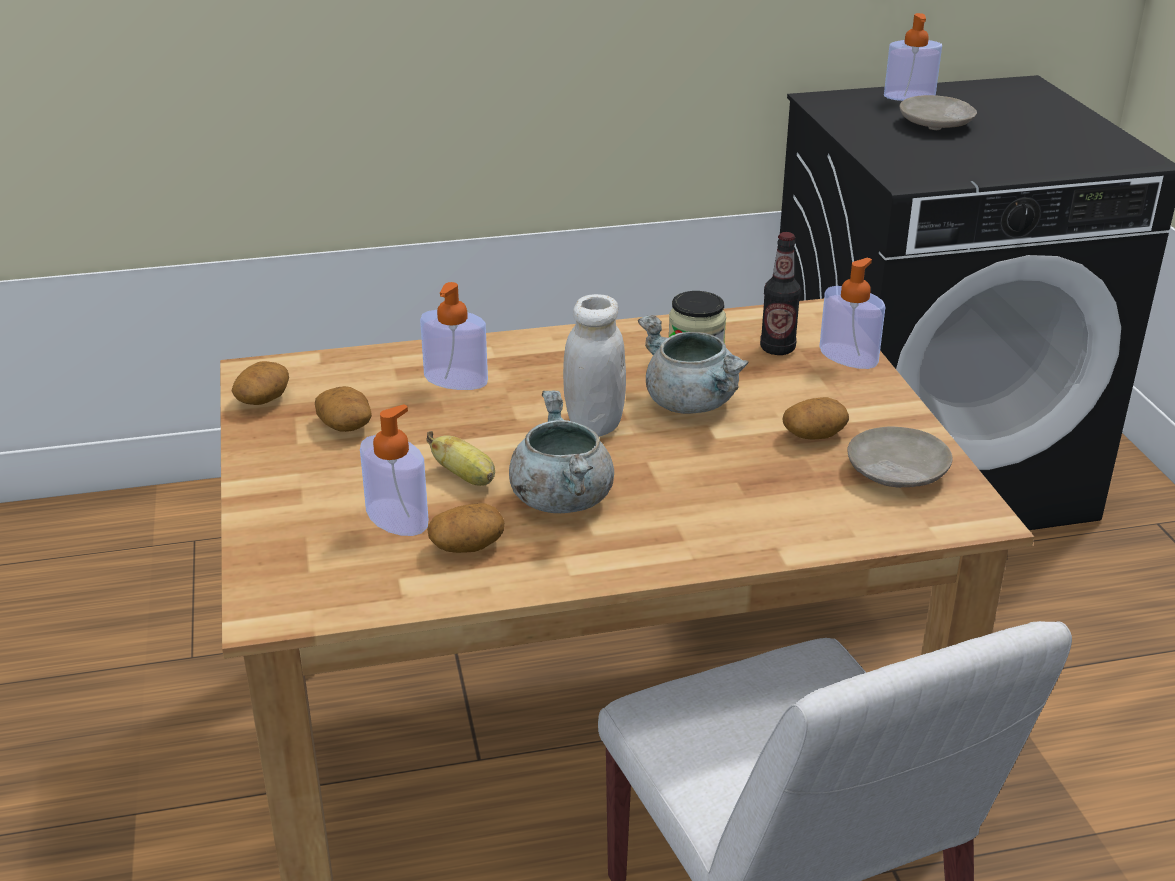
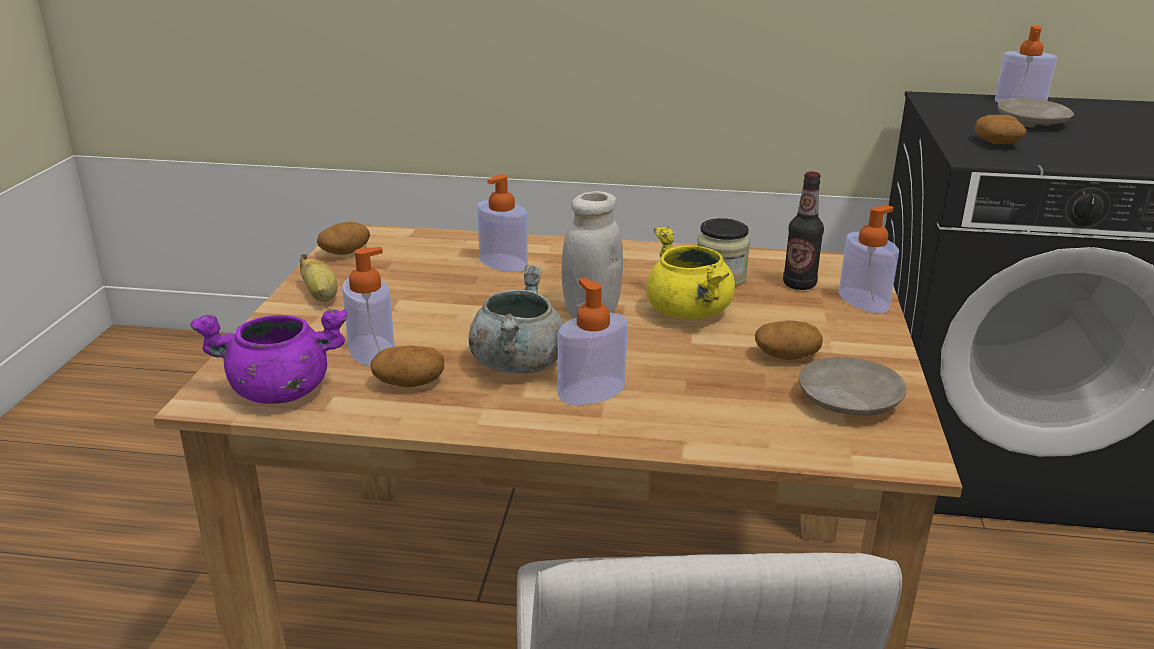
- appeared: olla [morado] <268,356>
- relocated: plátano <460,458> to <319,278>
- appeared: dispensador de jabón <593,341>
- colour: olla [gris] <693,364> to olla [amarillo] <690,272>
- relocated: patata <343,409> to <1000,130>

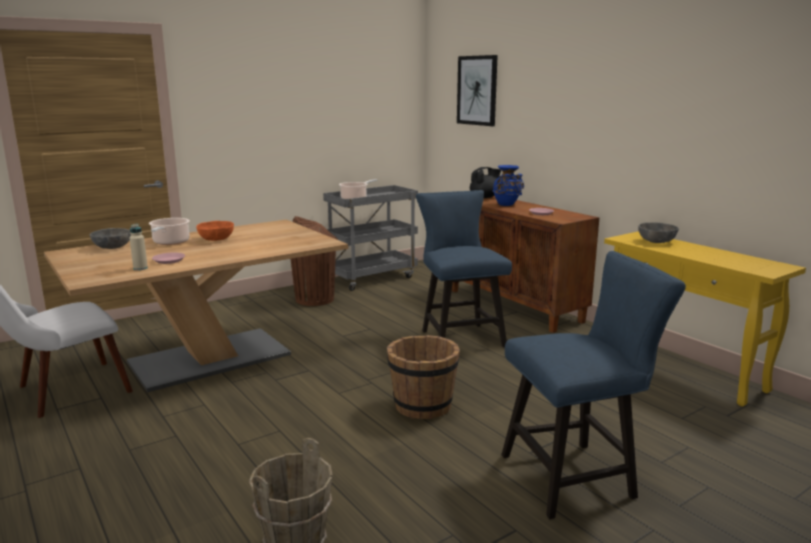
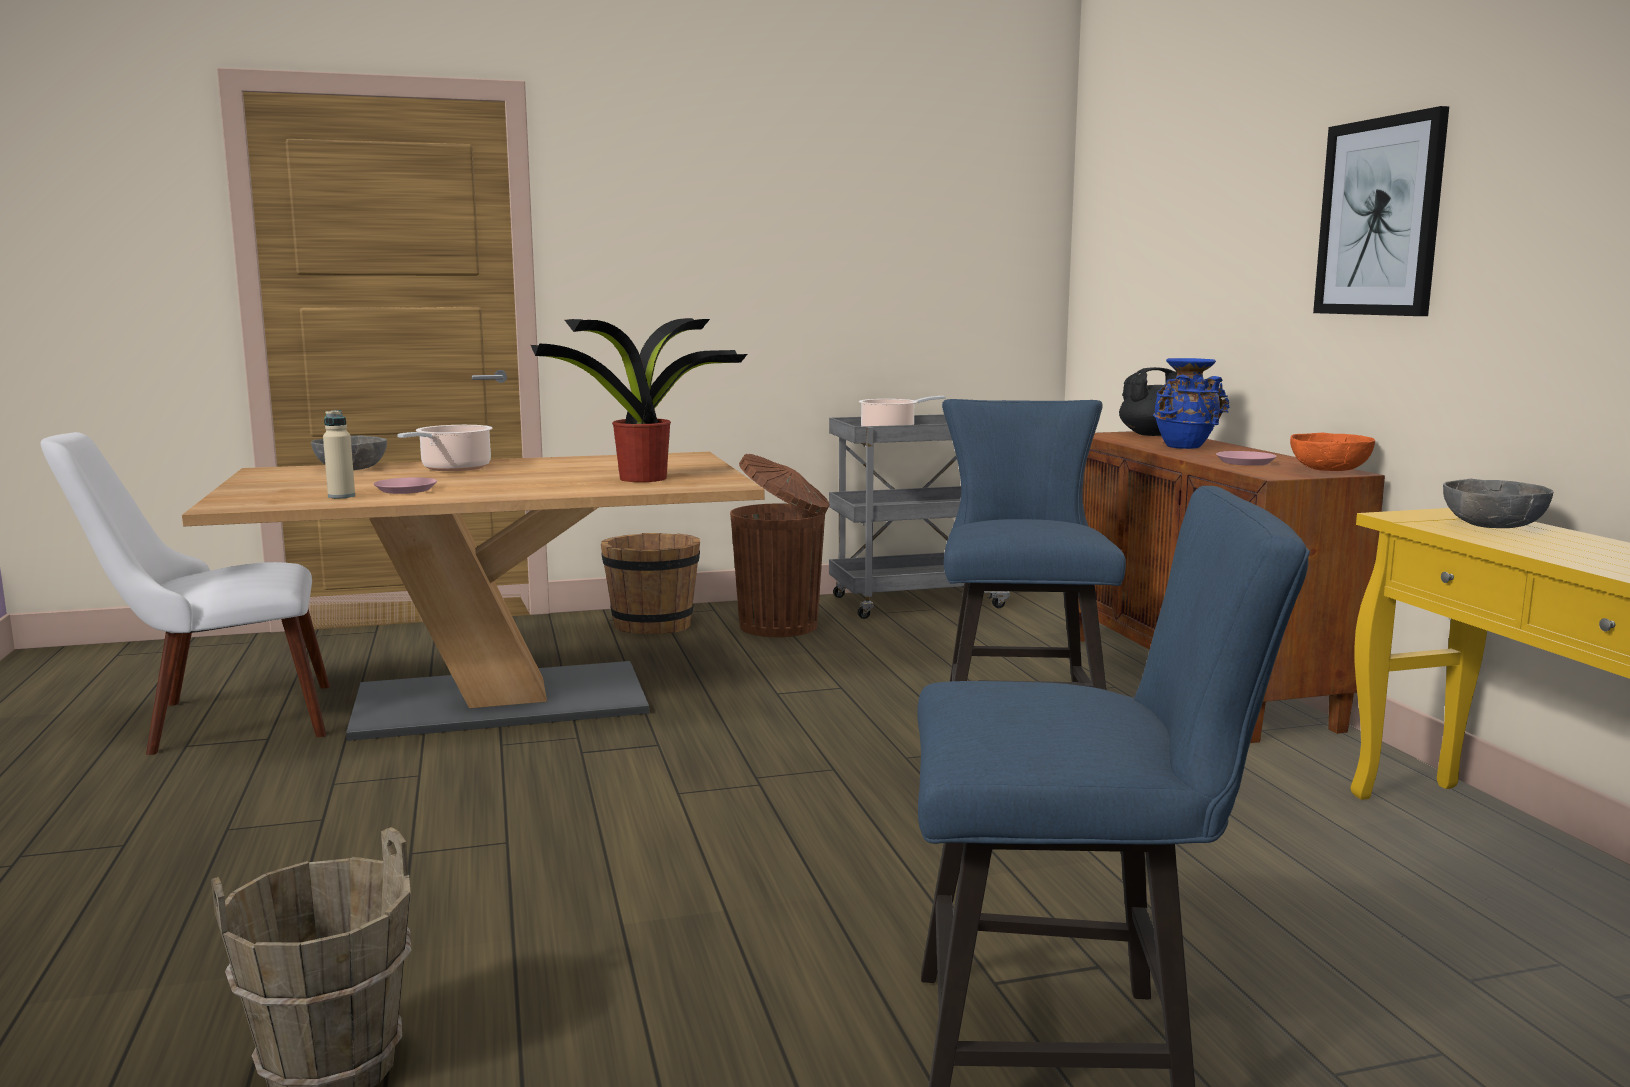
- appeared: planta en maceta <639,400>
- relocated: cubo [marrón] <423,377> to <650,583>
- relocated: cuenco [naranja] <215,231> to <1332,451>
- relocated: cuadro <477,90> to <1381,211>

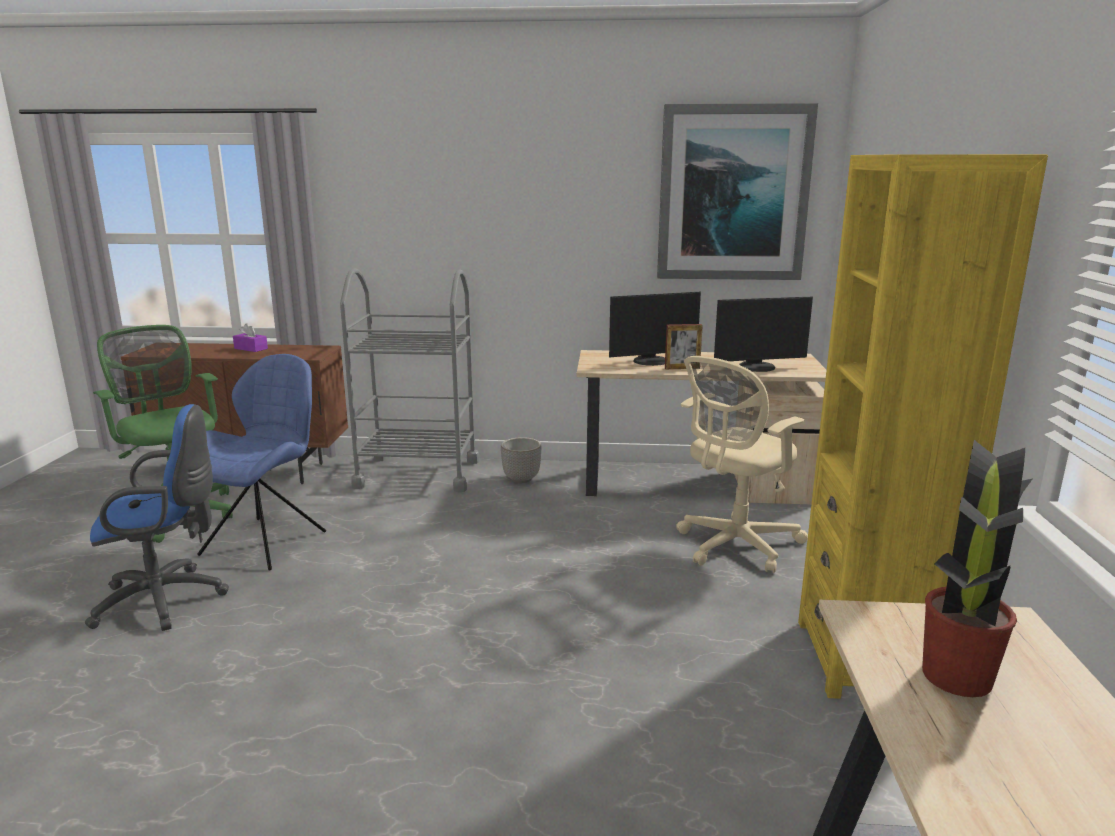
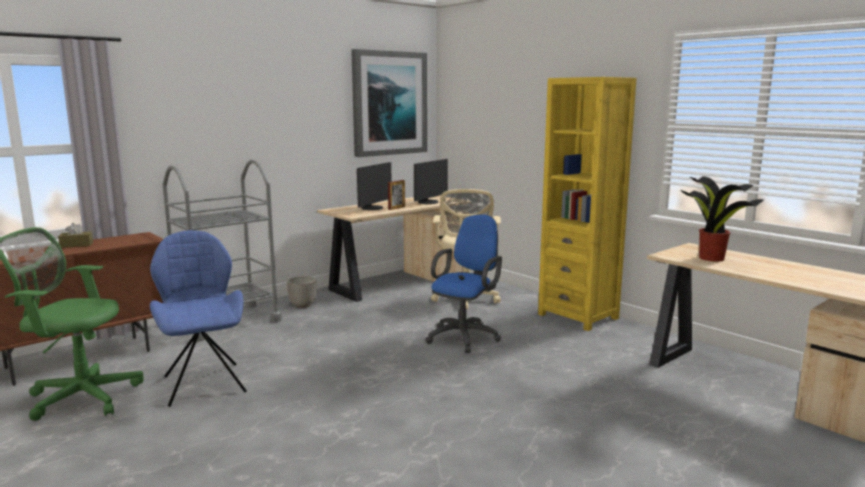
- colour: caja de pañuelos [morado] <250,338> to caja de pañuelos [marrón] <75,235>
- relocated: silla de oficina [azul] <157,517> to <463,284>

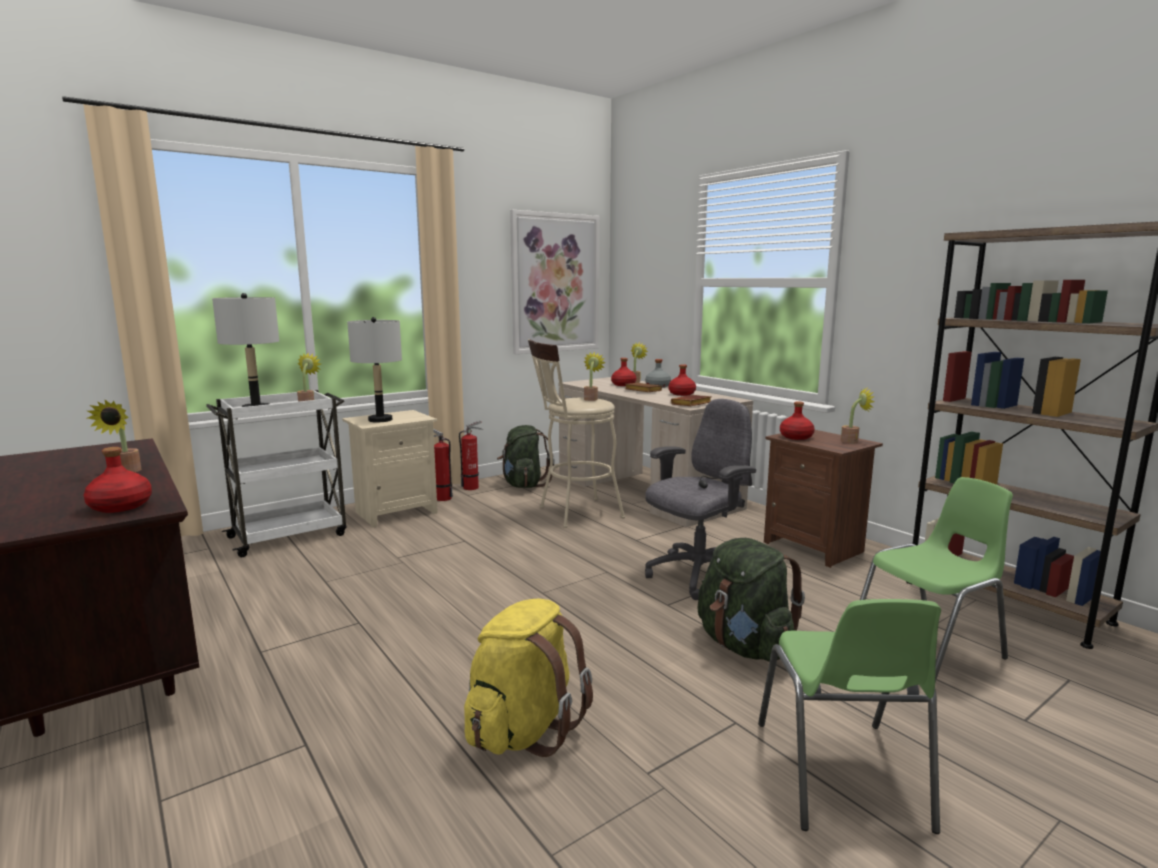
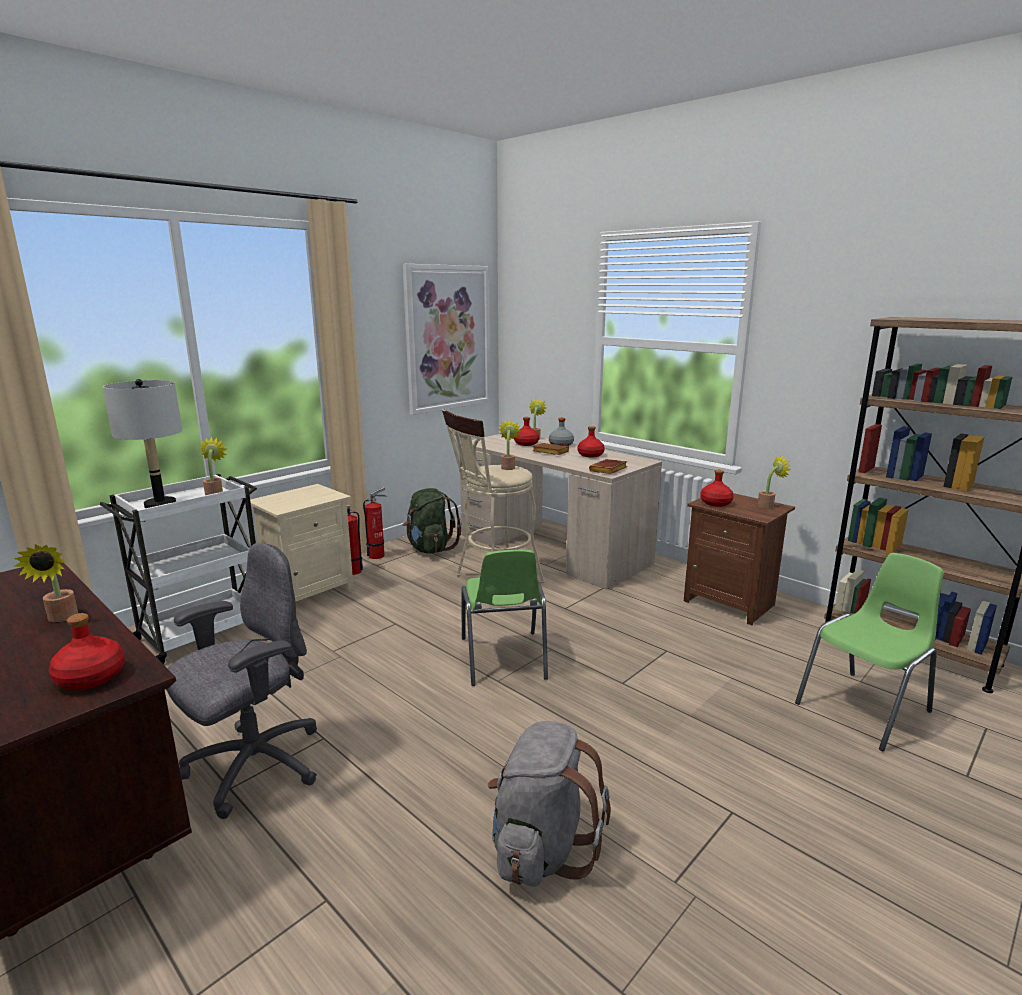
- relocated: silla de oficina [gris] <700,499> to <241,681>
- relocated: silla [verde] <849,716> to <505,618>
- colour: mochila [amarillo] <528,678> to mochila [gris] <549,804>
- missing: lámpara de mesa [gris] <374,369>
- missing: mochila [verde] <751,600>

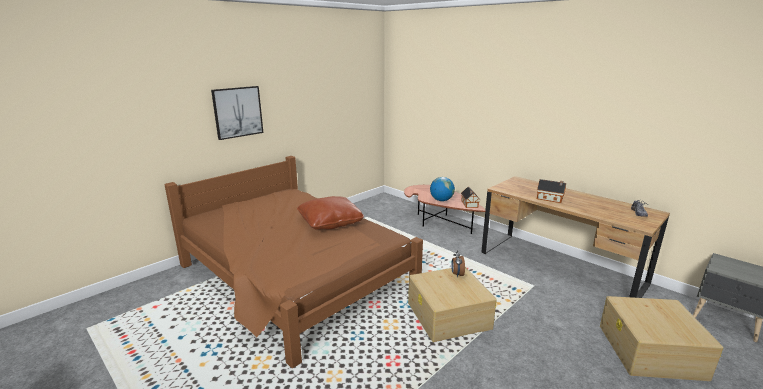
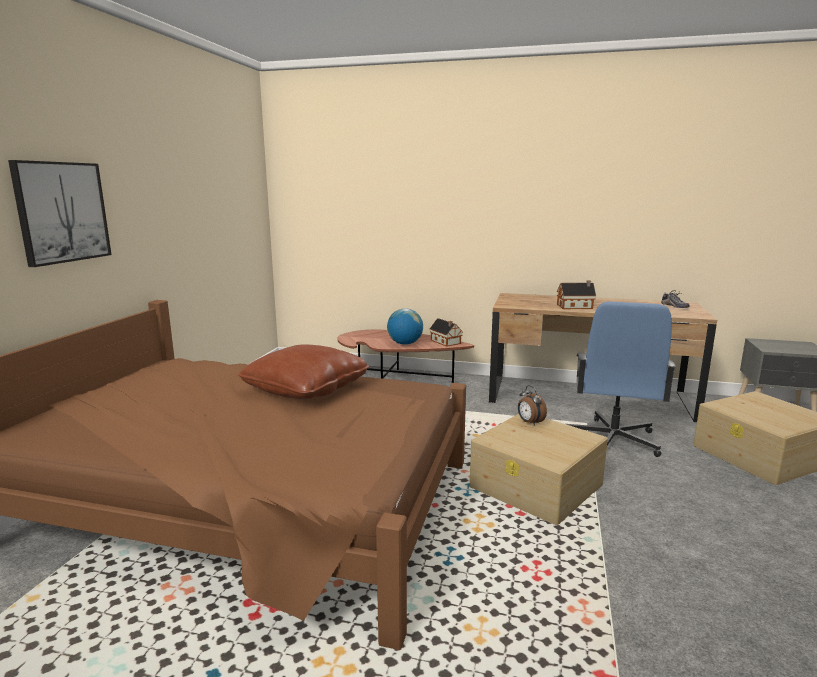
- appeared: silla de oficina [azul] <621,379>

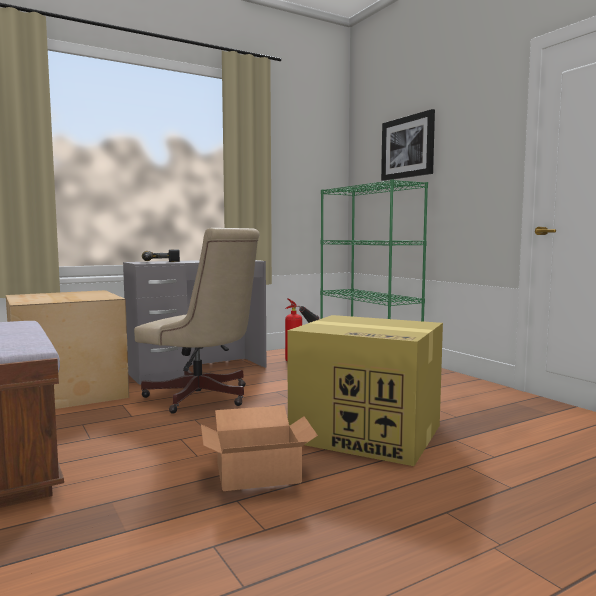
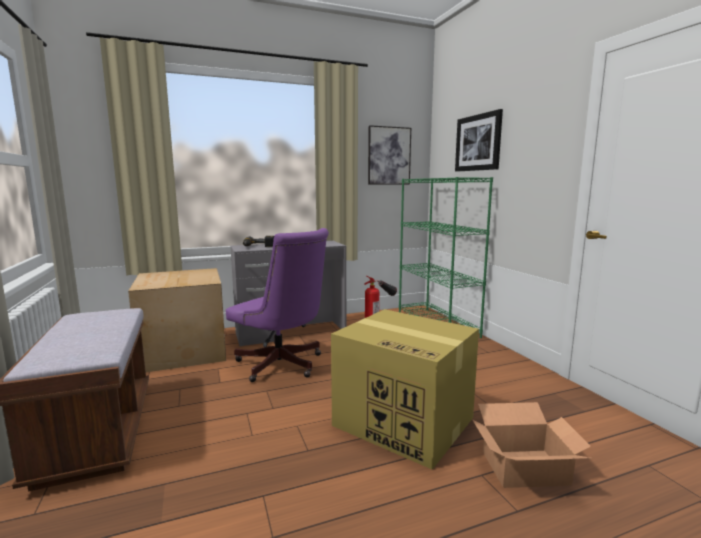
- colour: silla de oficina [beis] <197,321> to silla de oficina [morado] <277,305>
- appeared: cuadro <389,155>
- relocated: caja de cartón <259,448> to <532,445>

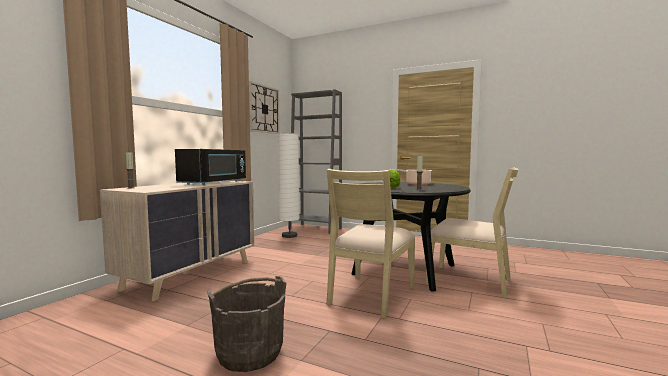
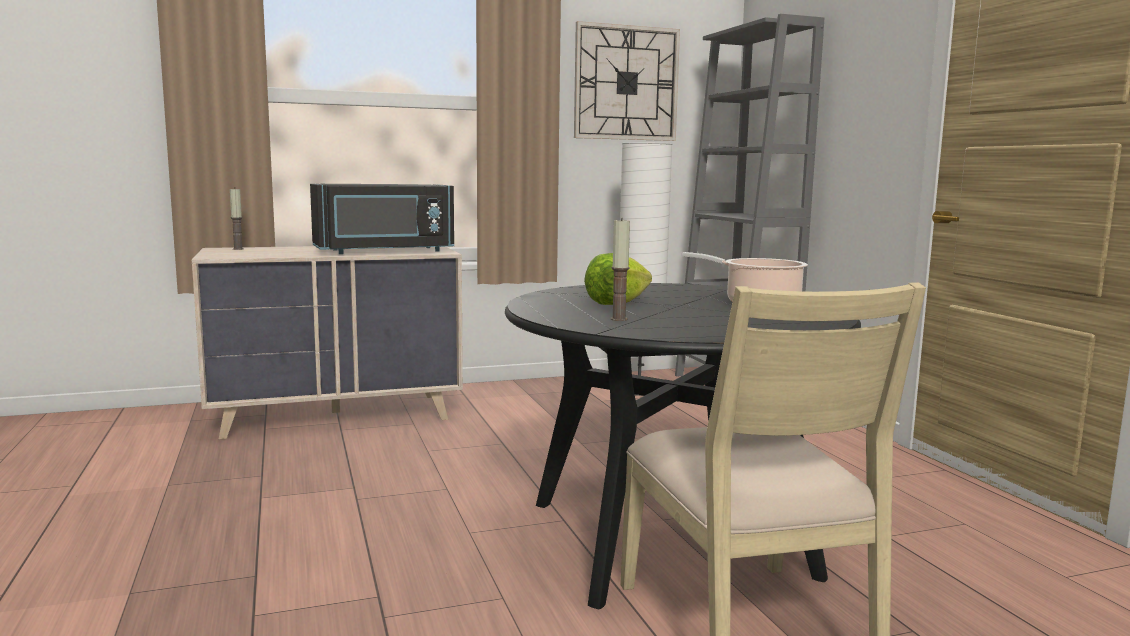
- missing: cubo [gris] <246,324>
- missing: silla [beis] <371,244>

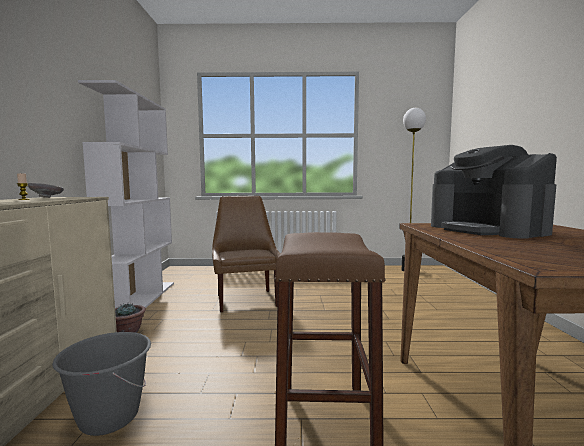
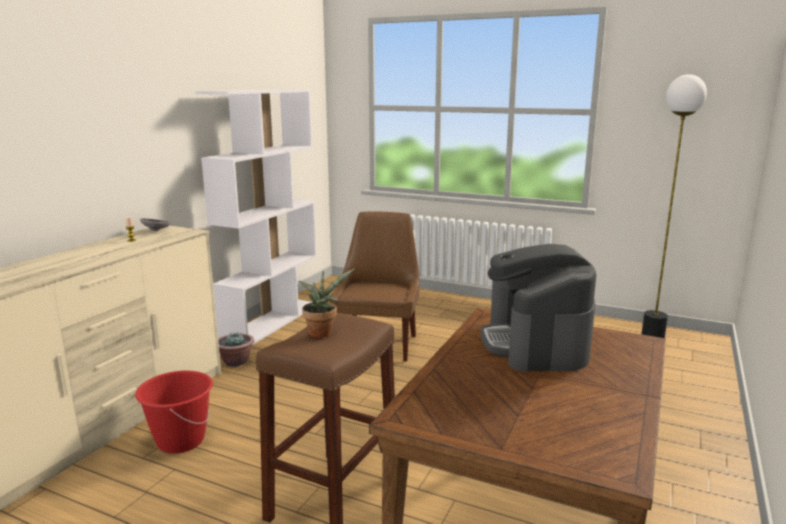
- colour: cubo [gris] <101,384> to cubo [rojo] <174,412>
- appeared: planta en maceta <326,303>

